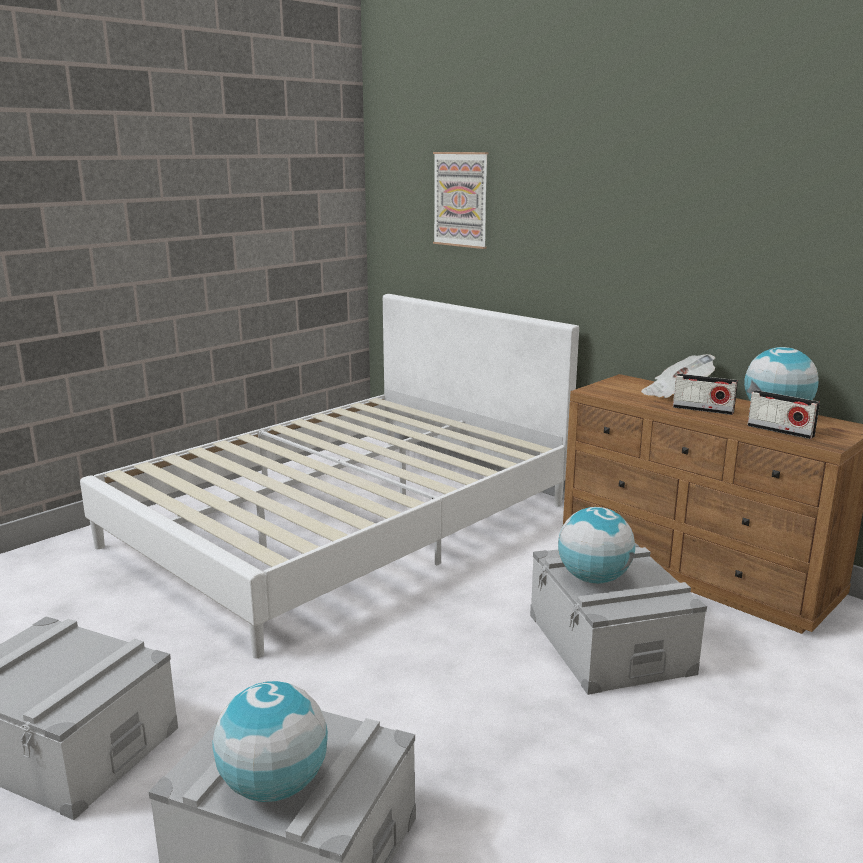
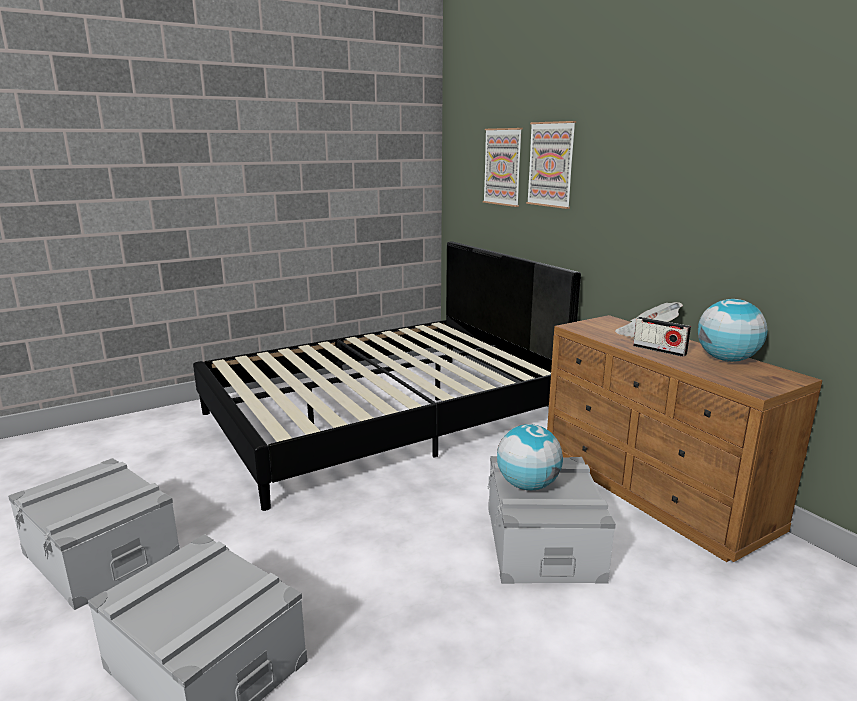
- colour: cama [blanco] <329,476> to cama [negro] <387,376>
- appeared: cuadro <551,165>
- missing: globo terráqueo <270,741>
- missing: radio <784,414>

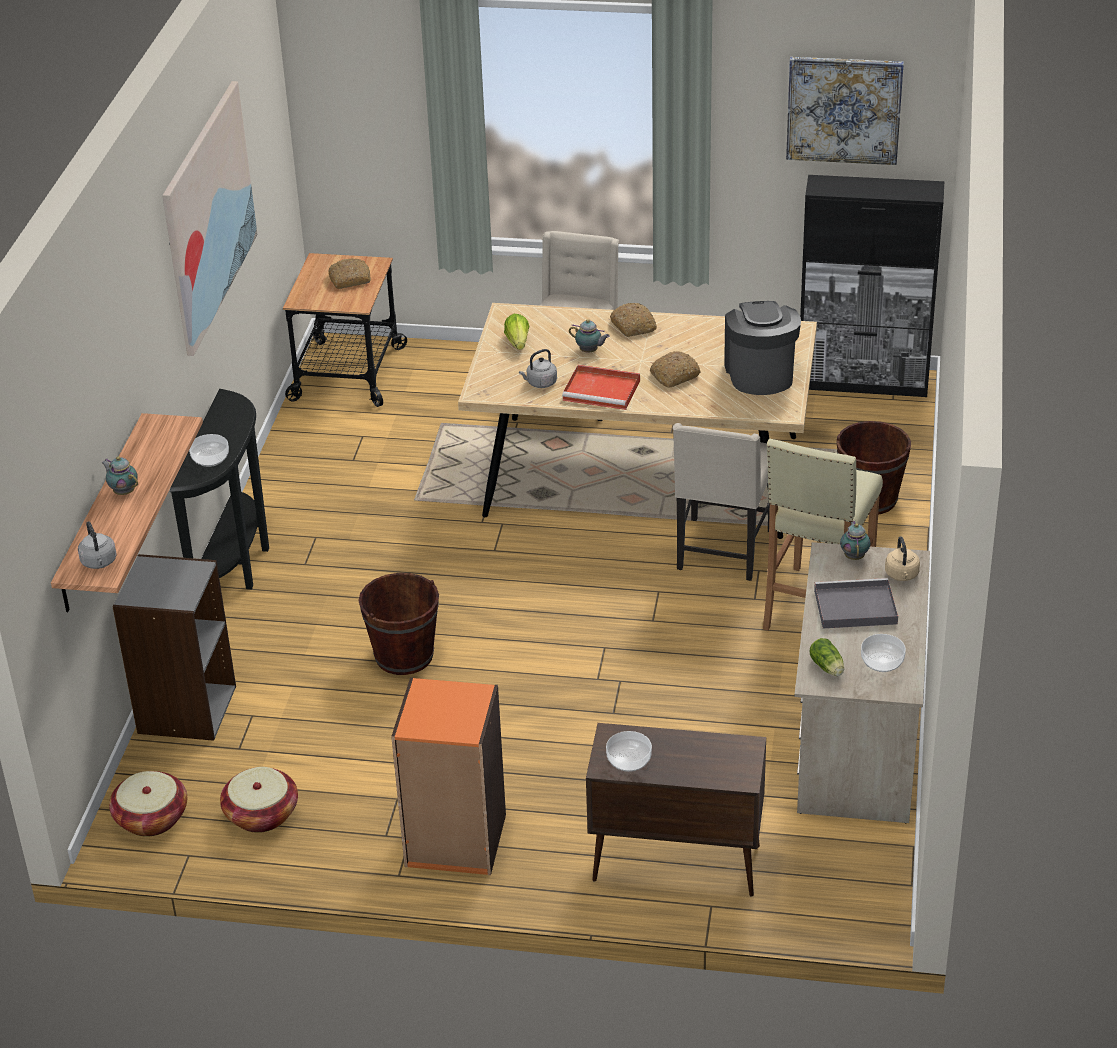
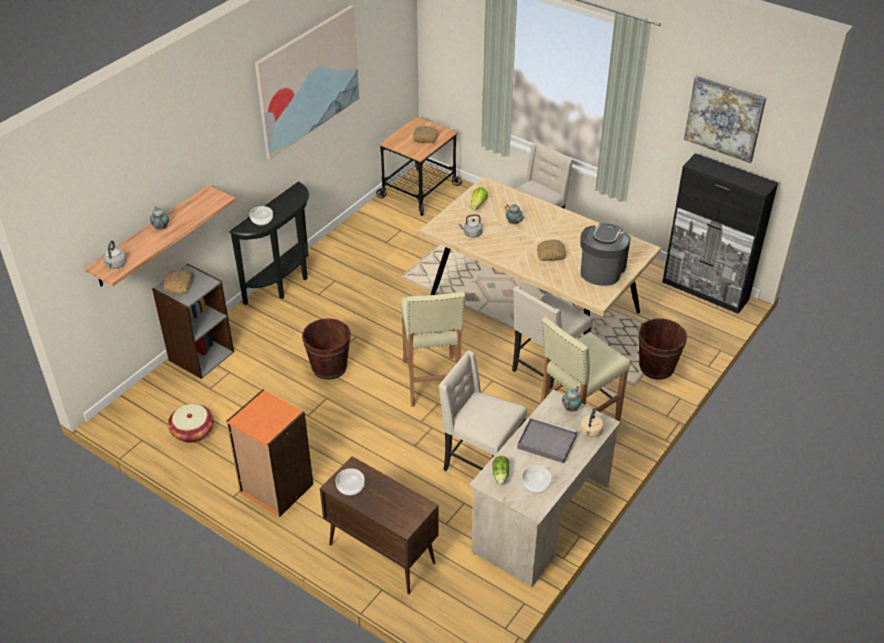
- relocated: pan <633,320> to <177,281>
- appeared: taburete [beis] <433,349>
- appeared: silla [beis] <483,410>
- missing: cesta <148,804>
- missing: bandeja [rojo] <601,387>

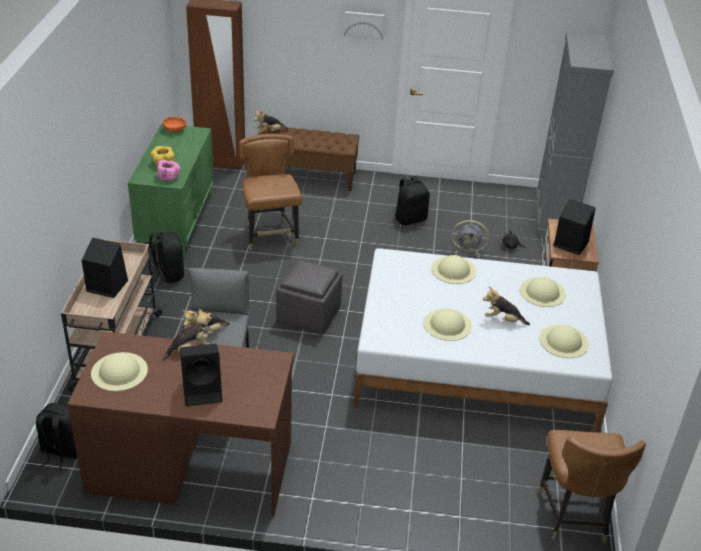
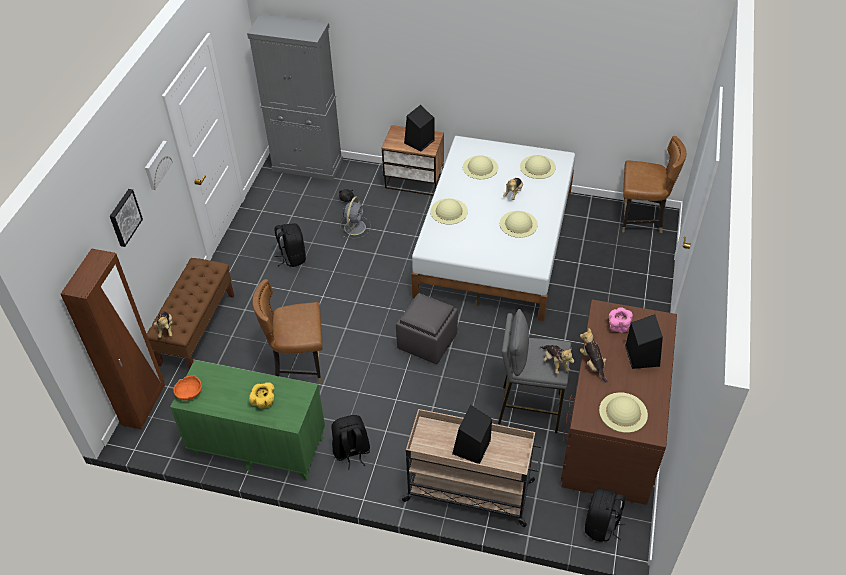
- appeared: cuadro <126,218>
- relocated: cuenco [rosa] <169,170> to <621,320>

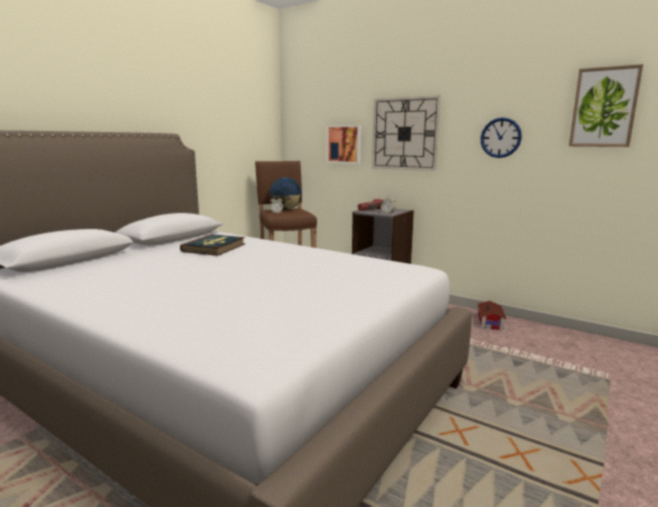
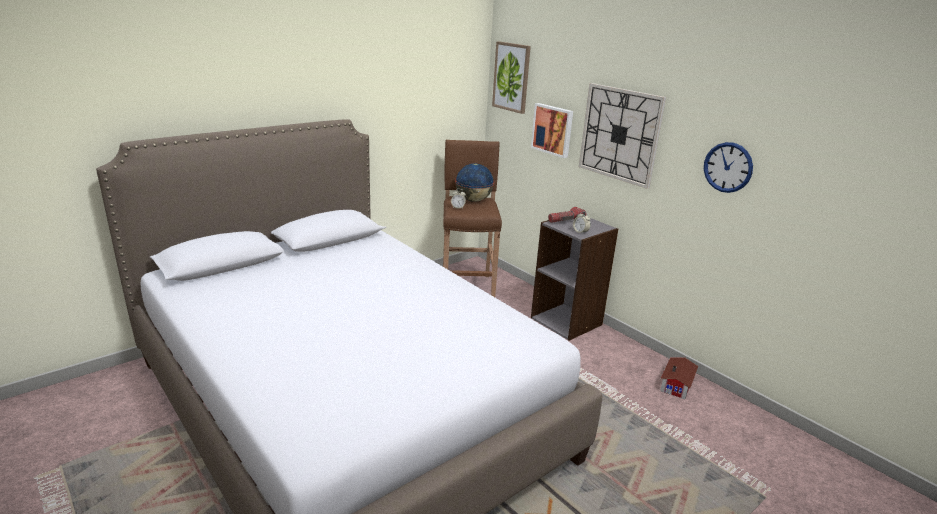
- relocated: cuadro <606,105> to <511,77>
- missing: libro <212,245>

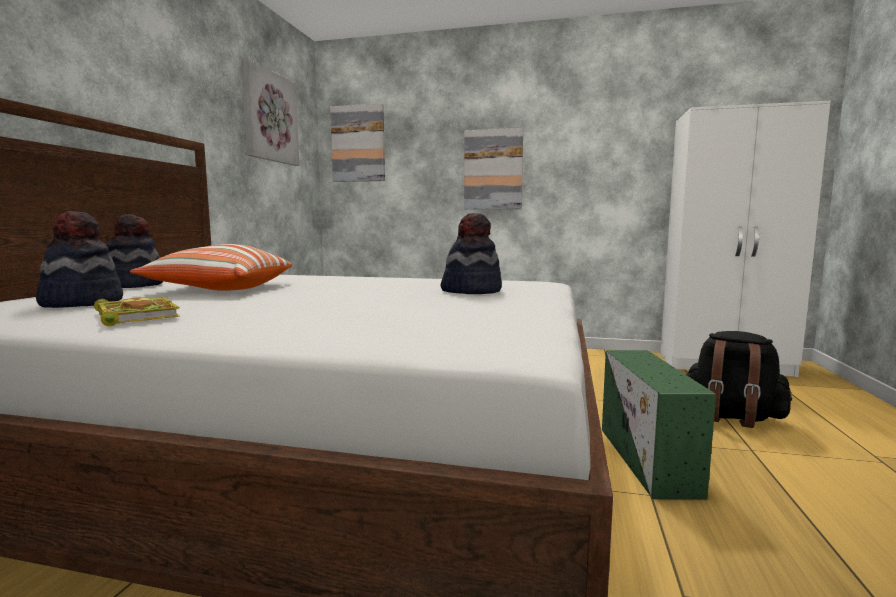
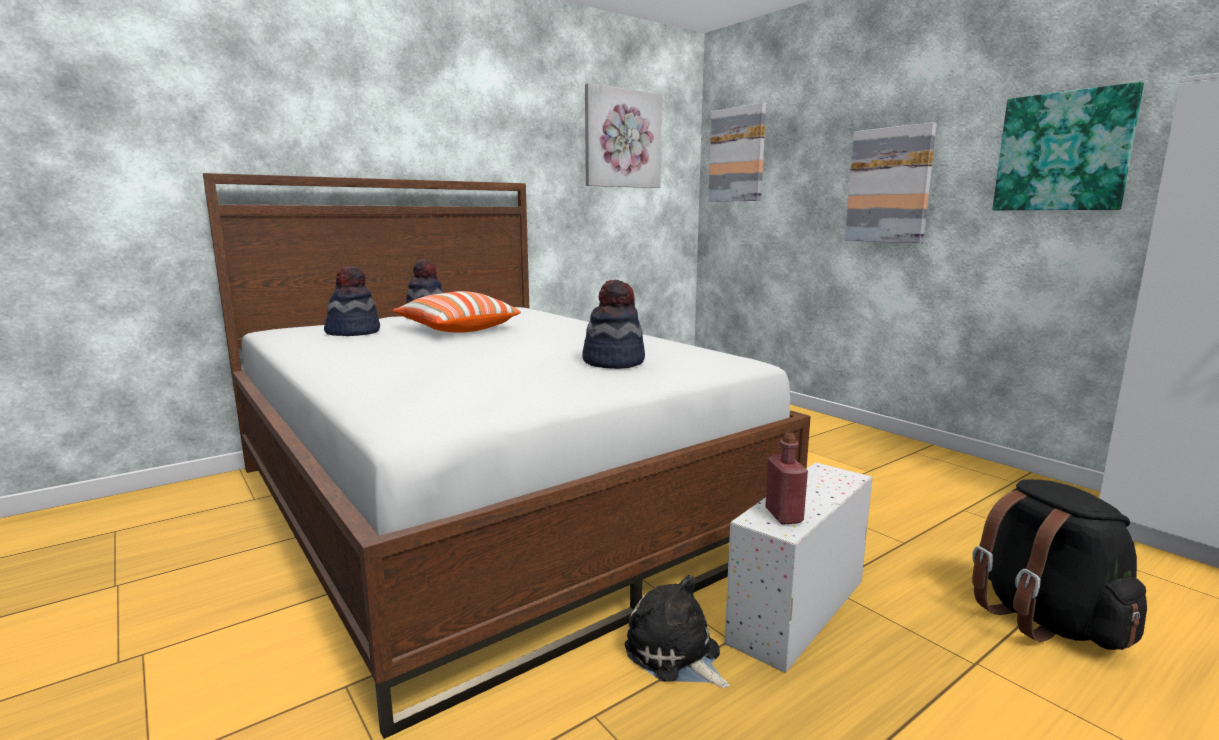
- appeared: peluche <677,631>
- colour: caja de almacenaje [verde] <659,424> to caja de almacenaje [blanco] <798,568>
- appeared: botella [rojo] <786,479>
- appeared: cuadro <1068,146>
- missing: libro <137,311>

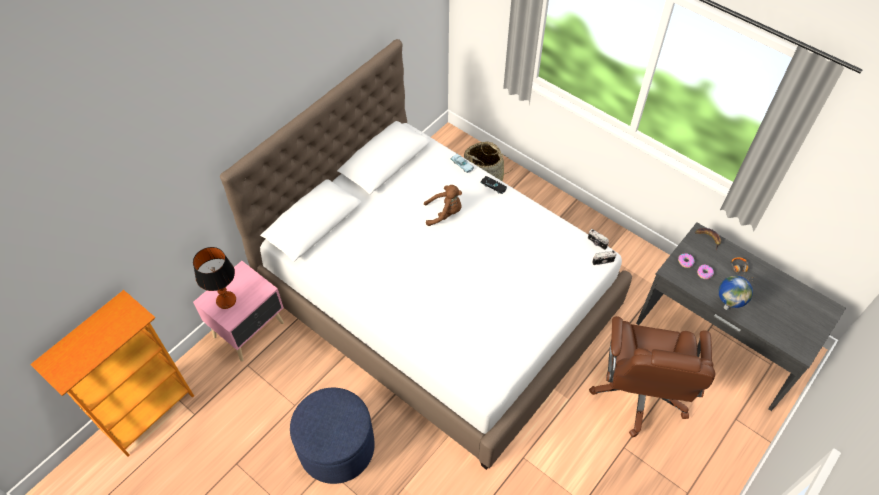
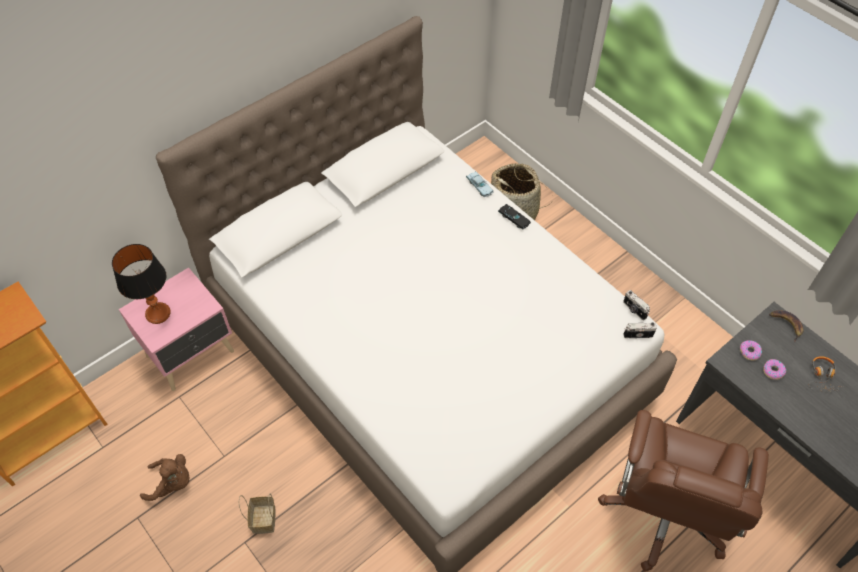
- relocated: peluche [marrón] <443,205> to <164,477>
- exchanged: puf [azul] <332,436> to cesta <257,514>
- missing: globo terráqueo <736,293>

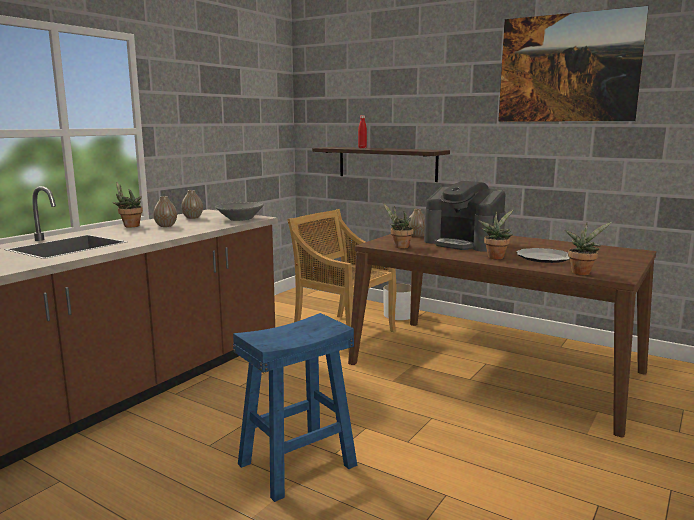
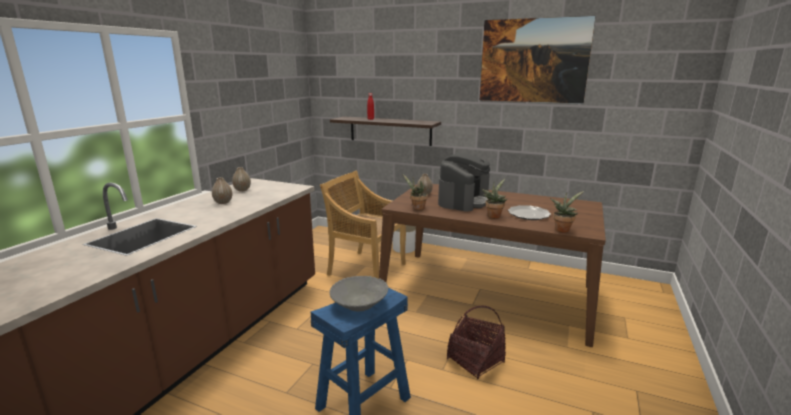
- relocated: cuenco [gris] <240,211> to <359,294>
- spun: cafetera <465,216> = <464,182> 90 degrees counterclockwise
- appeared: cesta <476,342>
- missing: planta en maceta <128,205>

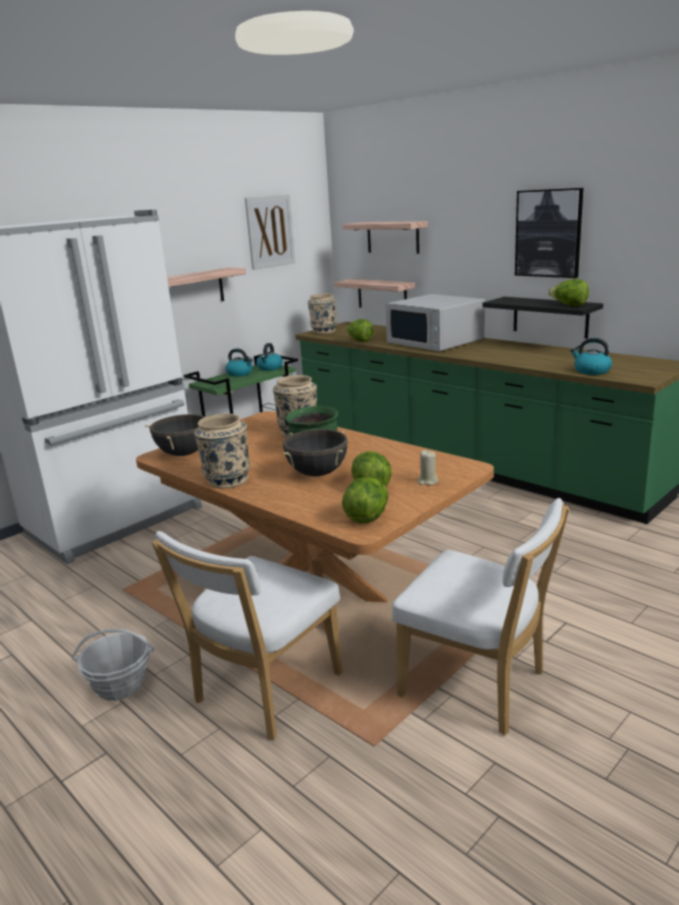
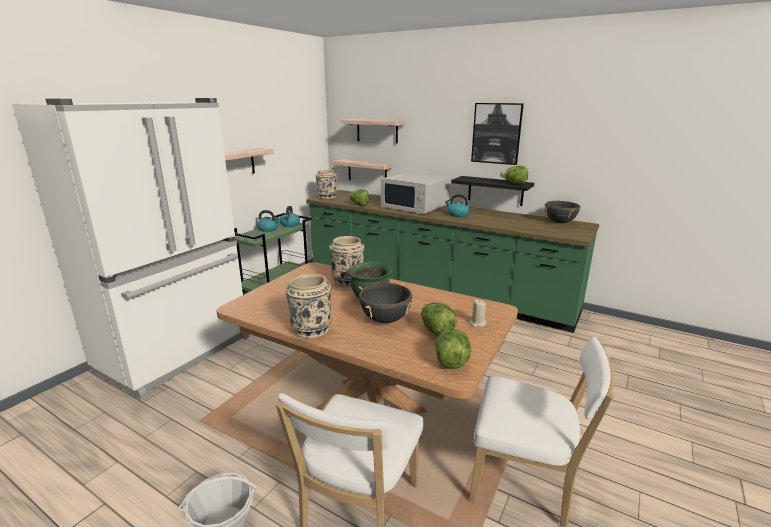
- relocated: hervidor <591,356> to <457,205>
- relocated: olla [negro] <175,434> to <562,212>
- missing: cuadro <270,232>

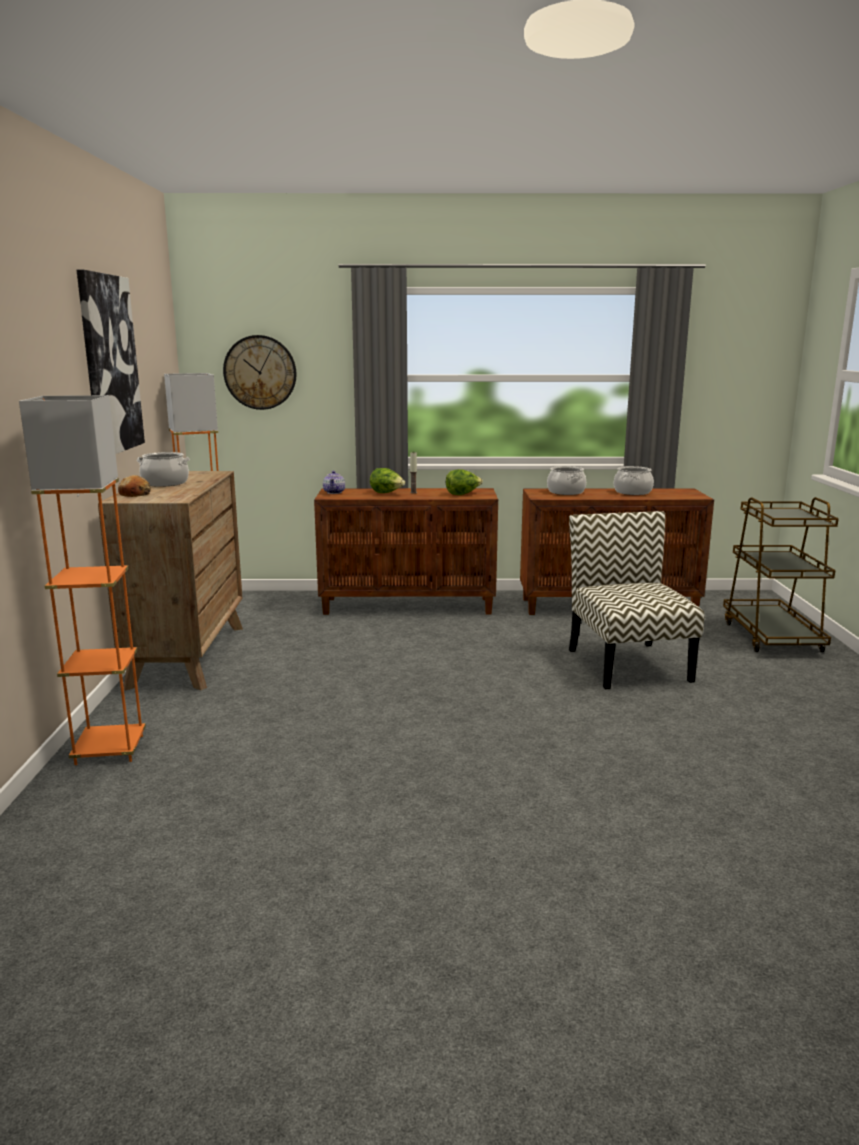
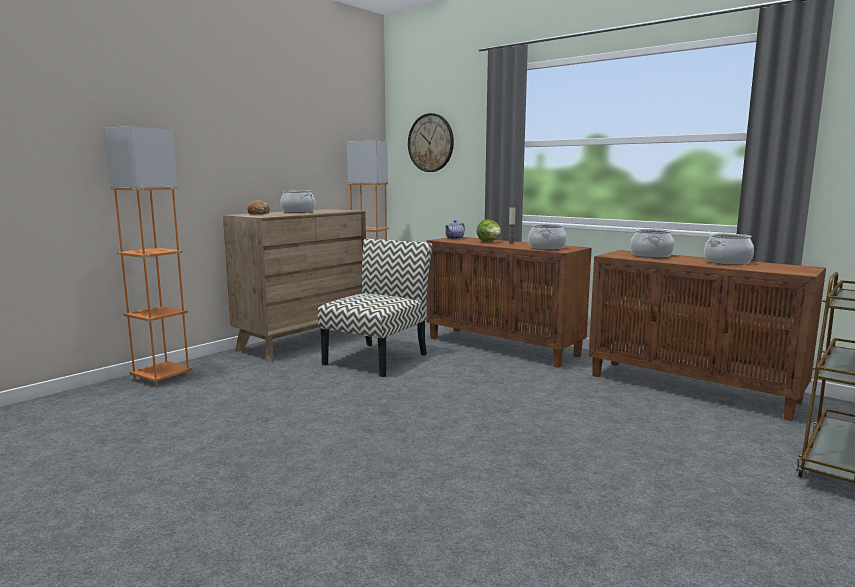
- relocated: silla <637,600> to <375,308>
- exchanged: lechuga <464,482> to olla <547,237>
- missing: cuadro <111,362>

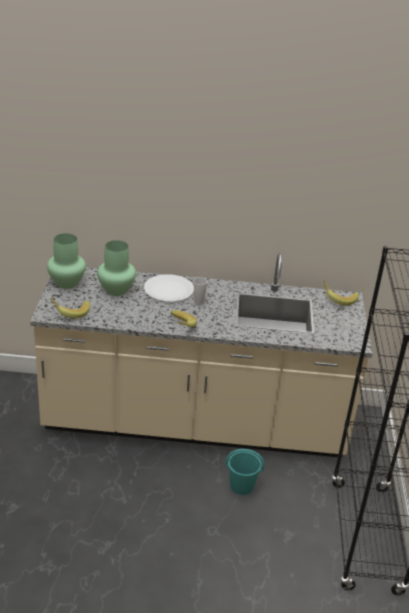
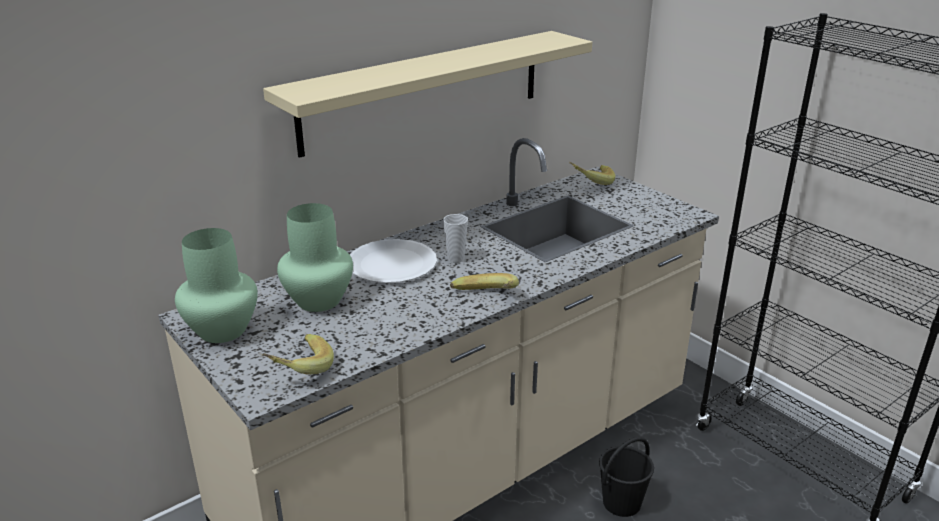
- appeared: estante [beis] <427,94>
- colour: cubo [turquesa] <244,472> to cubo [negro] <626,477>

